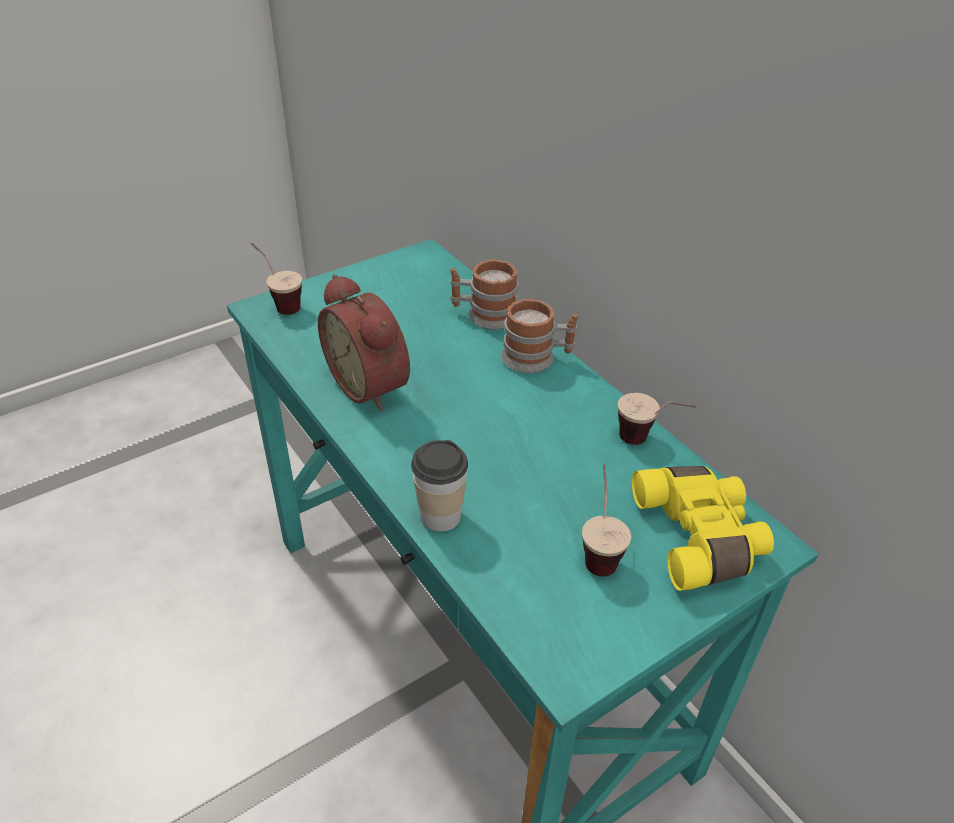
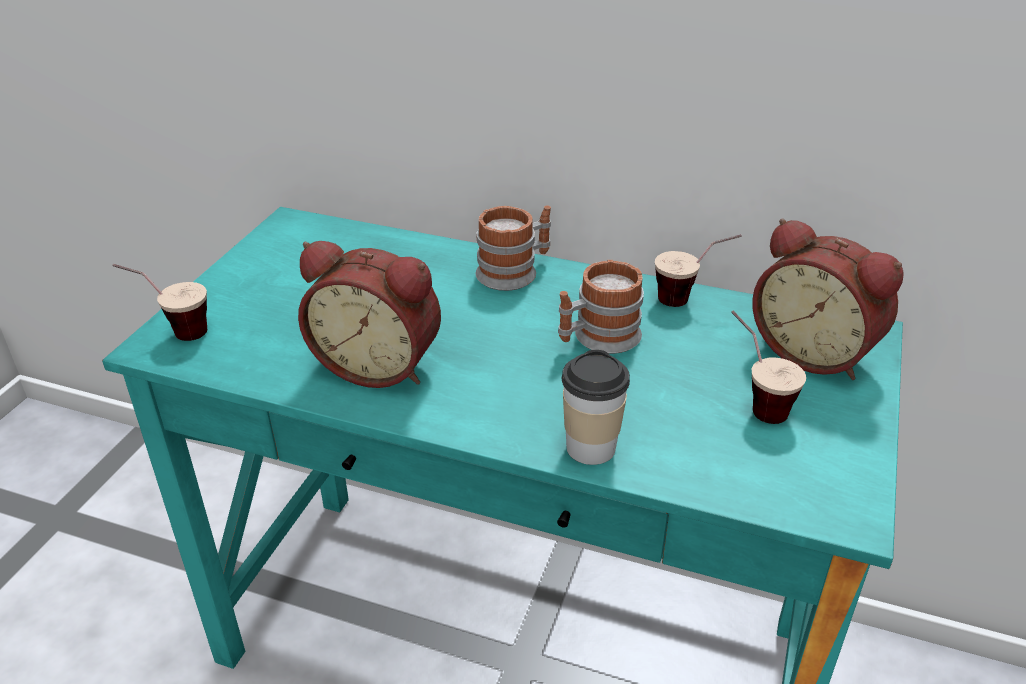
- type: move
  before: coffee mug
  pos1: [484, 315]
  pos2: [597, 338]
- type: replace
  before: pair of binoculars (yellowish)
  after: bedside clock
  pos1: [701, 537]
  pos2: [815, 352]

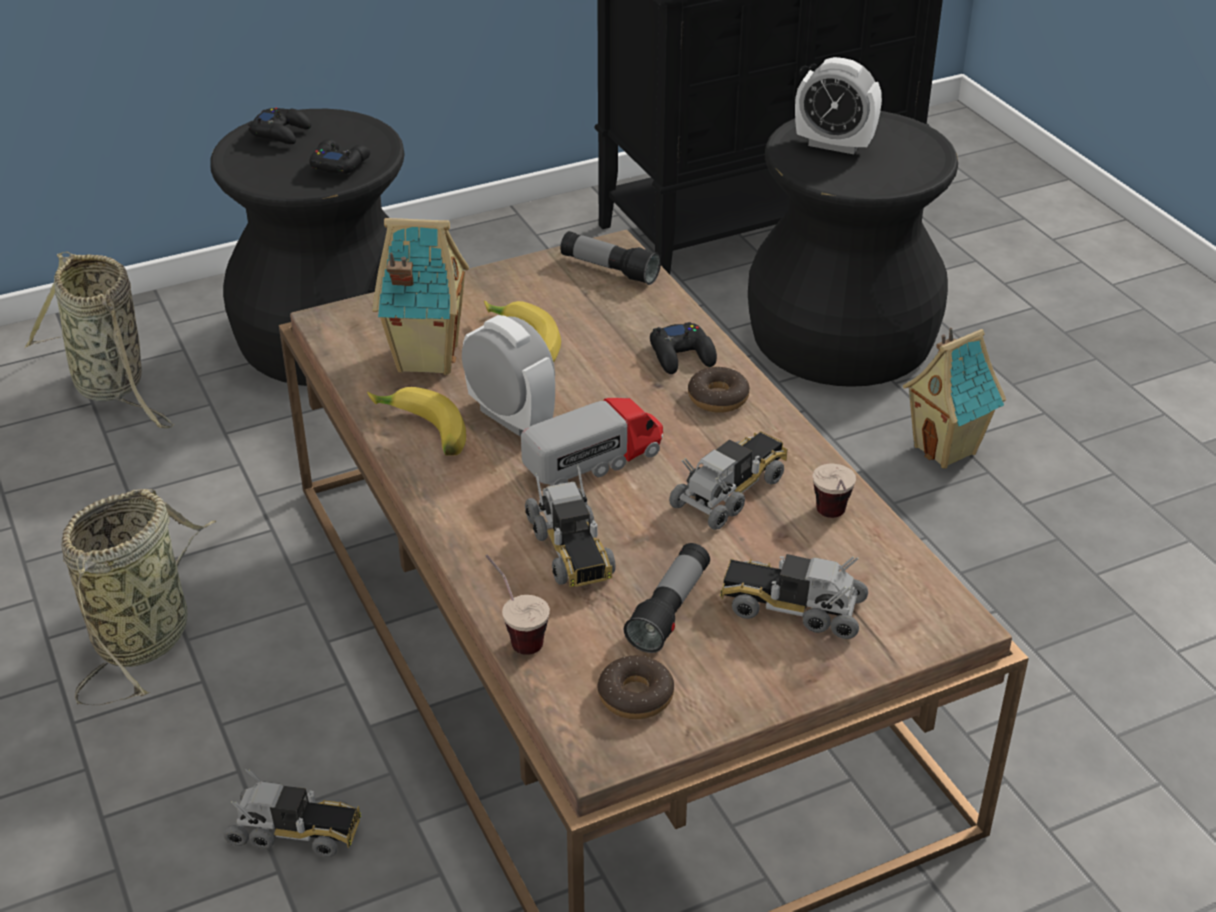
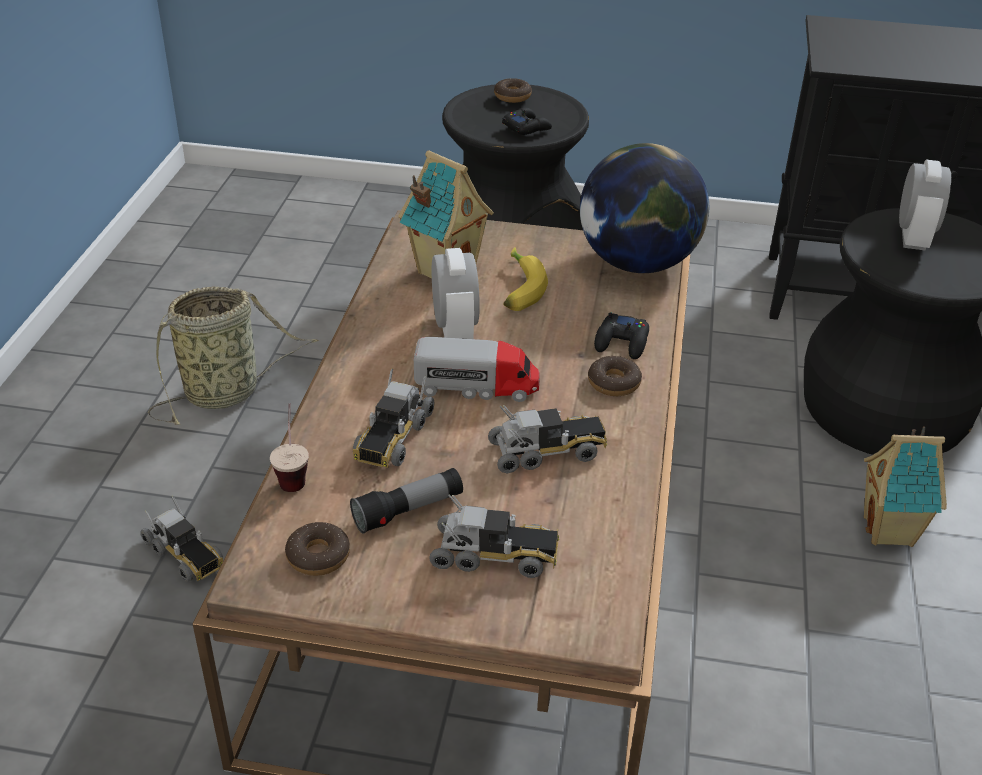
- type: delete
  before: household basket
  pos1: [112, 387]
- type: delete
  before: whole banana
  pos1: [420, 433]
- type: delete
  before: cup
  pos1: [833, 521]
- type: replace
  before: game controller (blackish)
  after: donut
  pos1: [281, 132]
  pos2: [512, 96]
- type: replace
  before: hand torch
  after: globe
  pos1: [609, 269]
  pos2: [637, 263]
- type: rotate
  before: toy truck
  pos1: [792, 608]
  pos2: [494, 555]
  turn: 135
- type: rotate
  before: bedside clock
  pos1: [834, 144]
  pos2: [913, 238]
  turn: -135

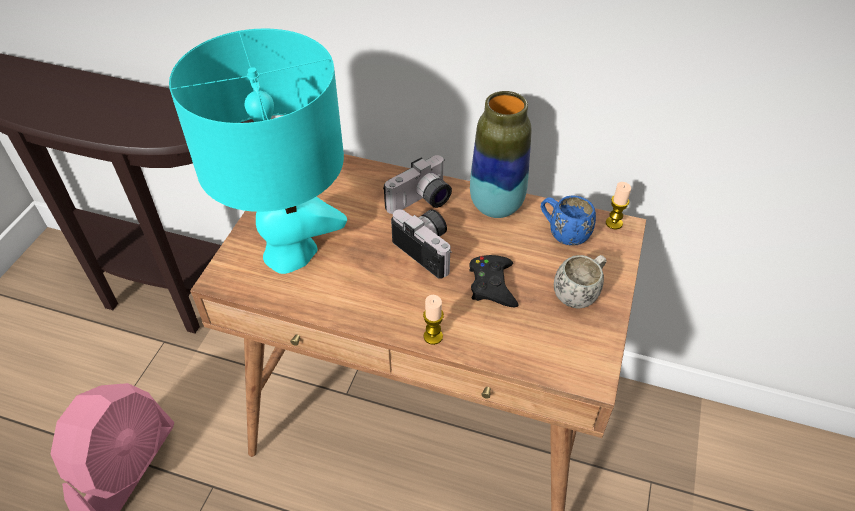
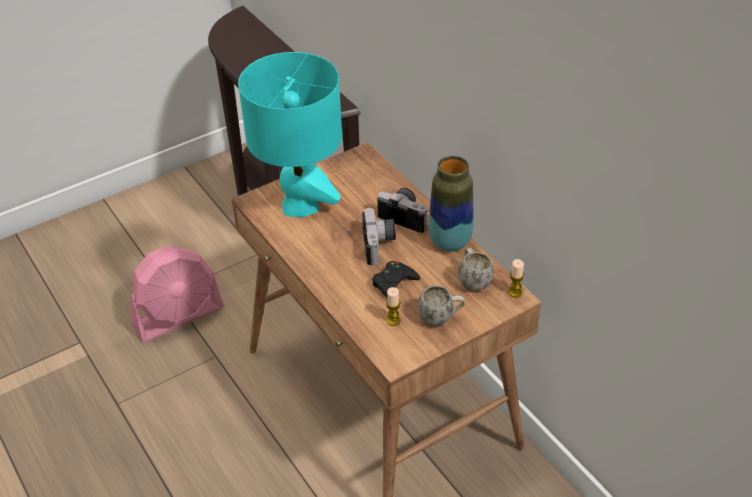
- type: move
  before: candle
  pos1: [433, 336]
  pos2: [393, 320]
- type: recolor
  before: coffee mug (bluish)
  after: coffee mug (white-coloured)
  pos1: [562, 234]
  pos2: [472, 280]
- type: rotate
  before: photo camera
  pos1: [421, 202]
  pos2: [406, 216]
  turn: -150

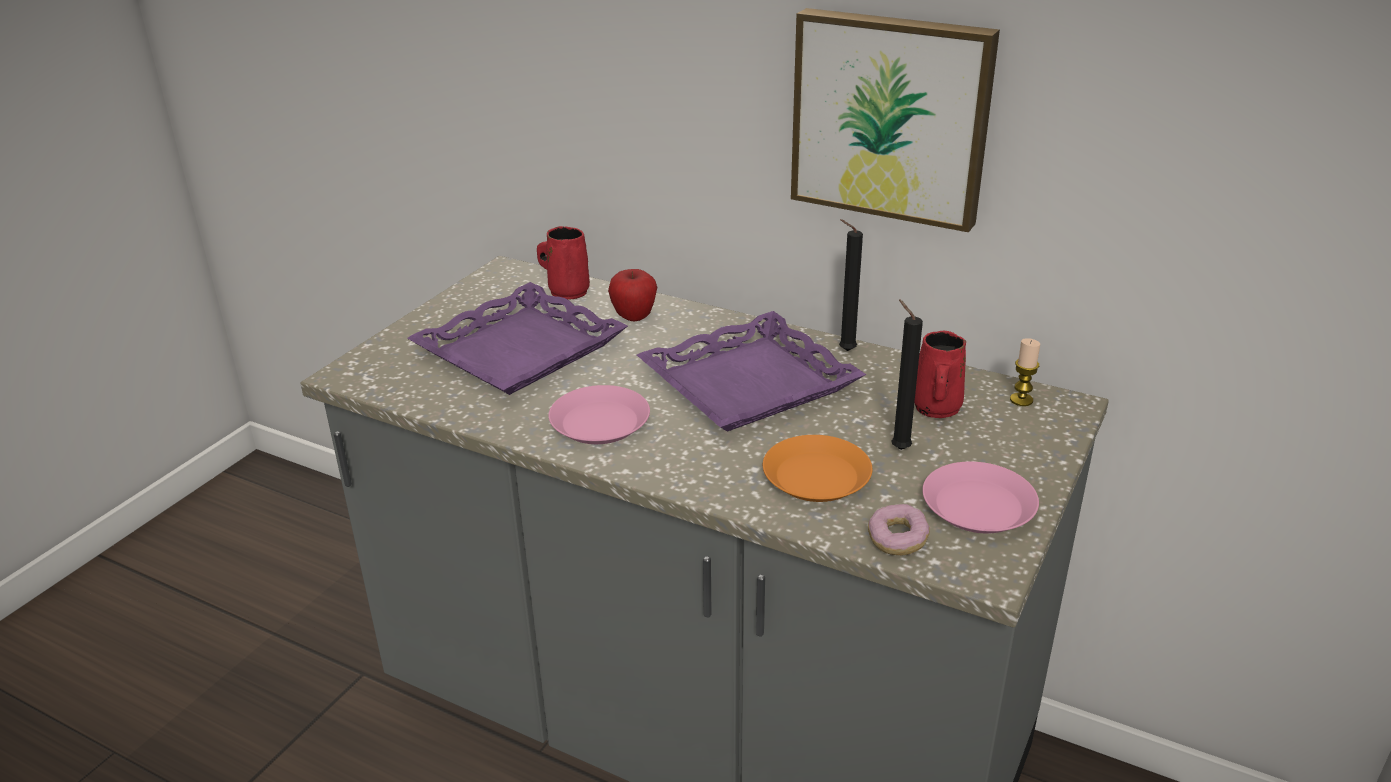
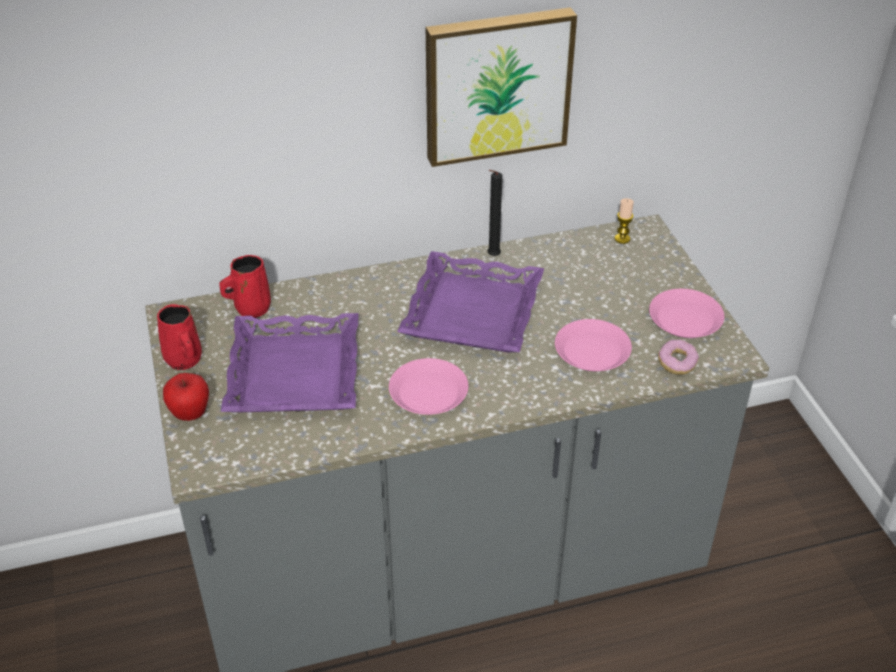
- type: delete
  before: candle (blackish)
  pos1: [898, 448]
- type: move
  before: apple
  pos1: [634, 318]
  pos2: [190, 414]
- type: move
  before: coffee mug (red)
  pos1: [936, 409]
  pos2: [184, 360]
- type: recolor
  before: flat dish (orange-coloured)
  after: flat dish (pinkish)
  pos1: [816, 477]
  pos2: [592, 352]

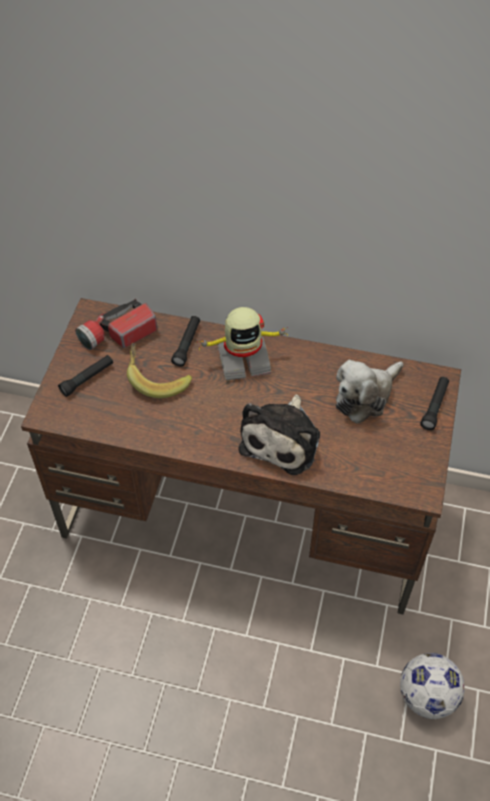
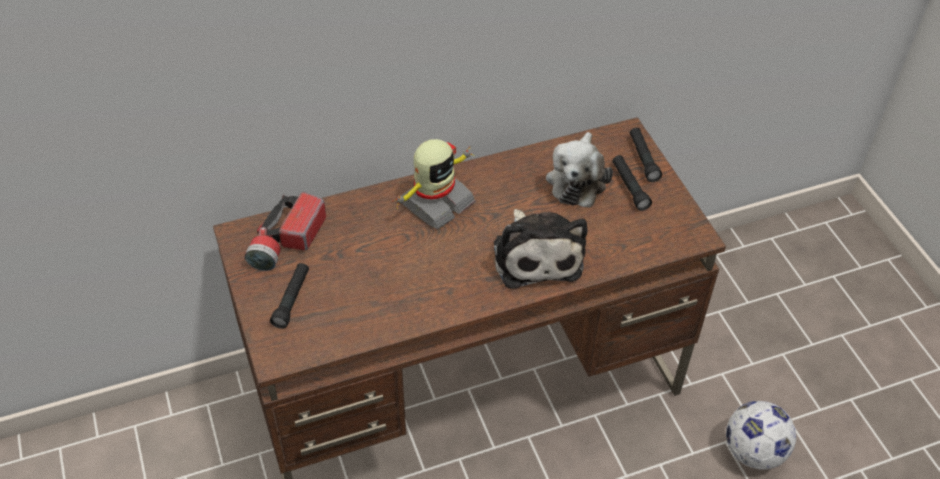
- type: delete
  before: whole banana
  pos1: [157, 378]
- type: move
  before: hand torch (blackish)
  pos1: [187, 344]
  pos2: [629, 187]

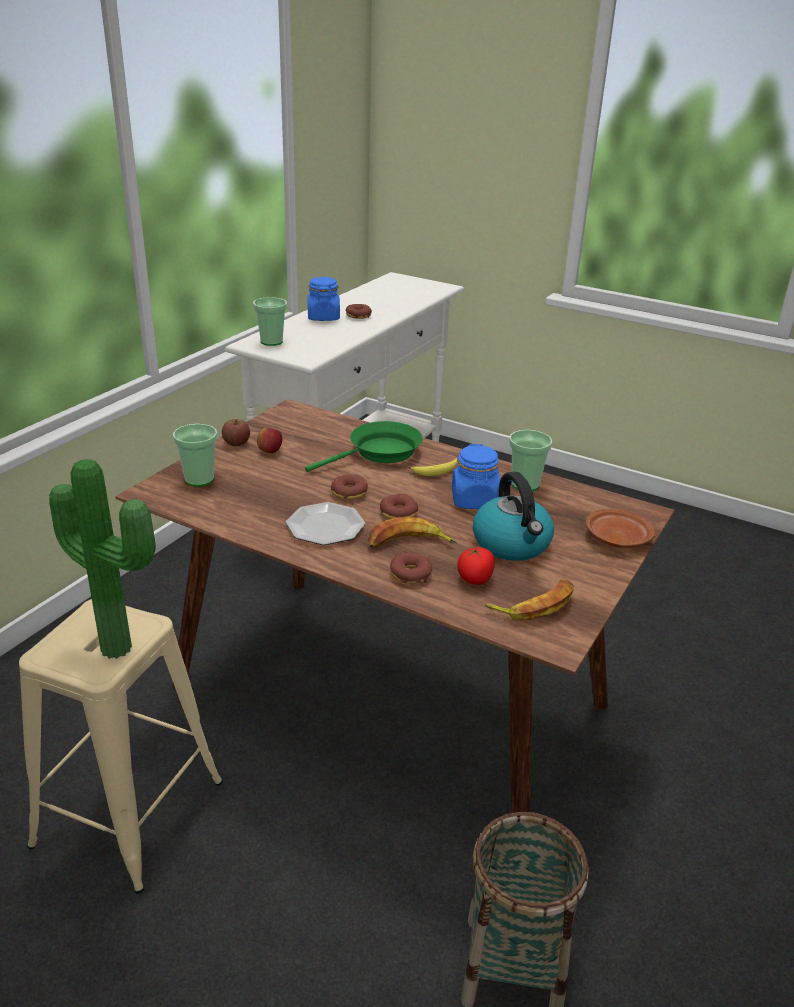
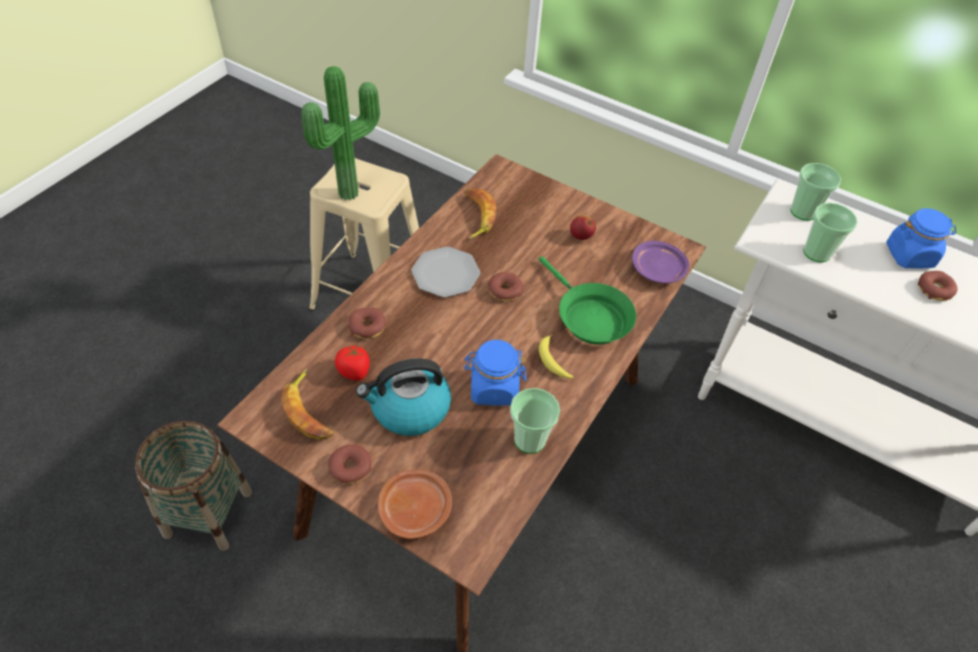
- type: delete
  before: apple
  pos1: [236, 443]
- type: insert
  after: flat dish (purplish)
  pos2: [658, 270]
- type: move
  before: cup
  pos1: [199, 479]
  pos2: [816, 252]
- type: move
  before: whole banana
  pos1: [408, 543]
  pos2: [476, 216]
- type: move
  before: donut
  pos1: [398, 513]
  pos2: [350, 468]

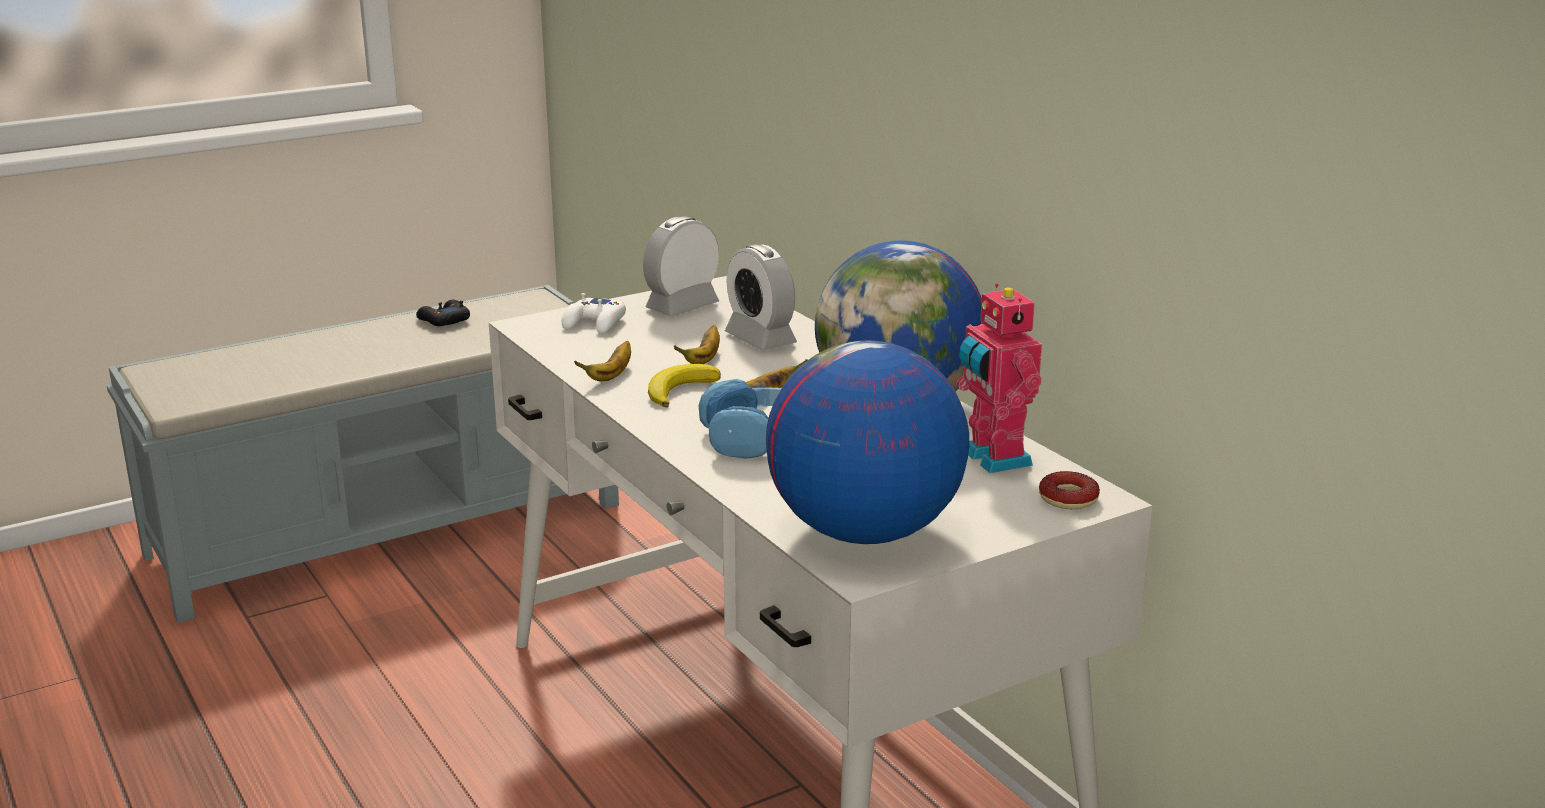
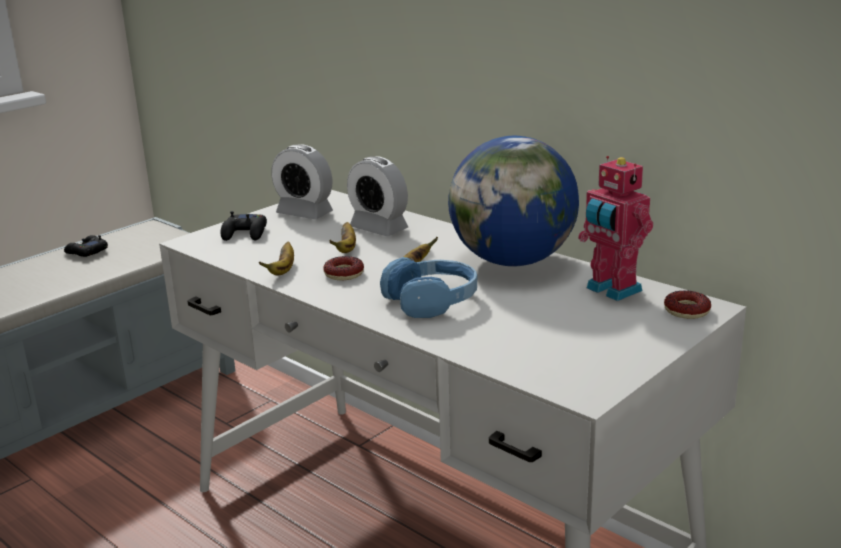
- type: delete
  before: globe
  pos1: [863, 532]
- type: replace
  before: whole banana
  after: donut
  pos1: [679, 390]
  pos2: [344, 274]
- type: recolor
  before: game controller (white-coloured)
  after: game controller (blackish)
  pos1: [595, 323]
  pos2: [245, 233]
- type: rotate
  before: bedside clock
  pos1: [682, 306]
  pos2: [304, 213]
  turn: -90

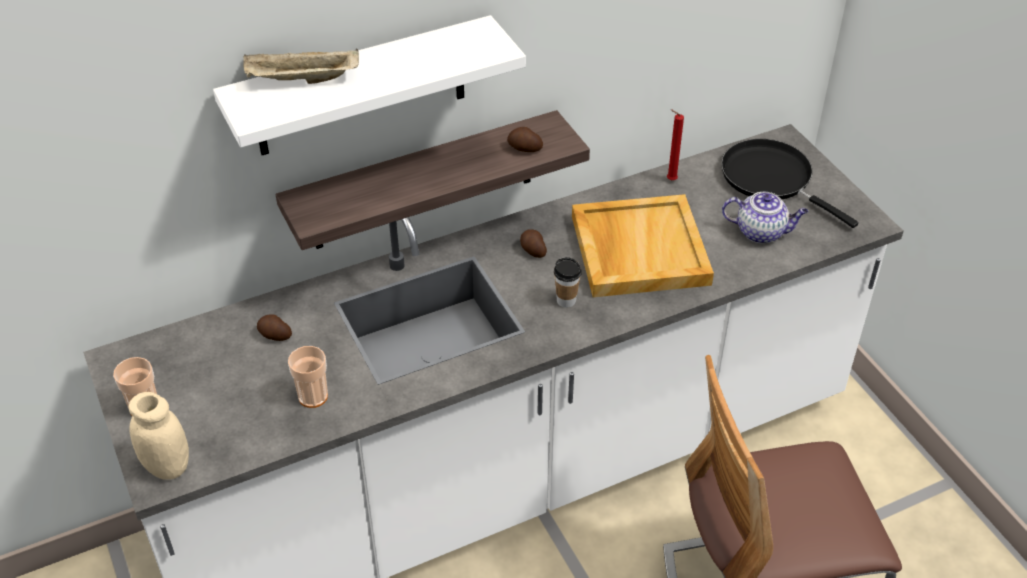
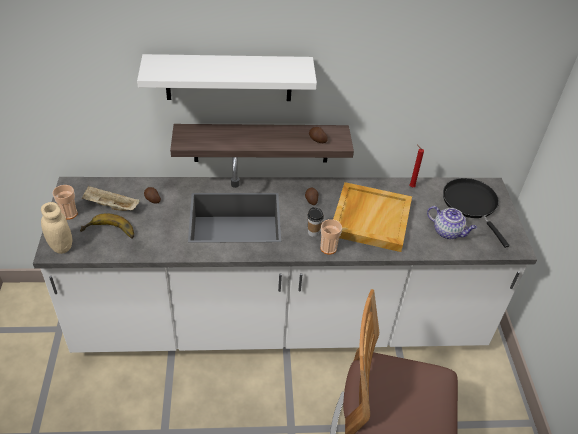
- type: insert
  after: whole banana
  pos2: [109, 233]
- type: move
  before: tray (beige)
  pos1: [301, 80]
  pos2: [110, 206]
- type: move
  before: cup
  pos1: [313, 396]
  pos2: [328, 248]

